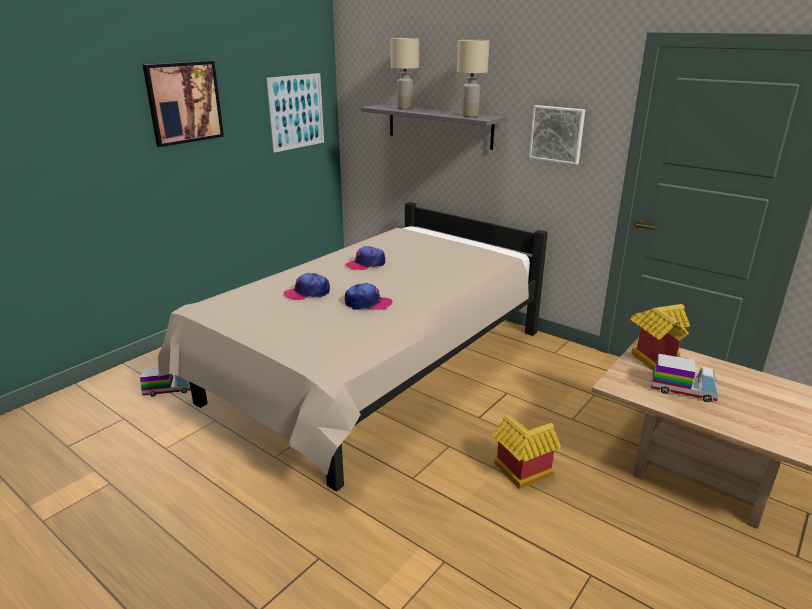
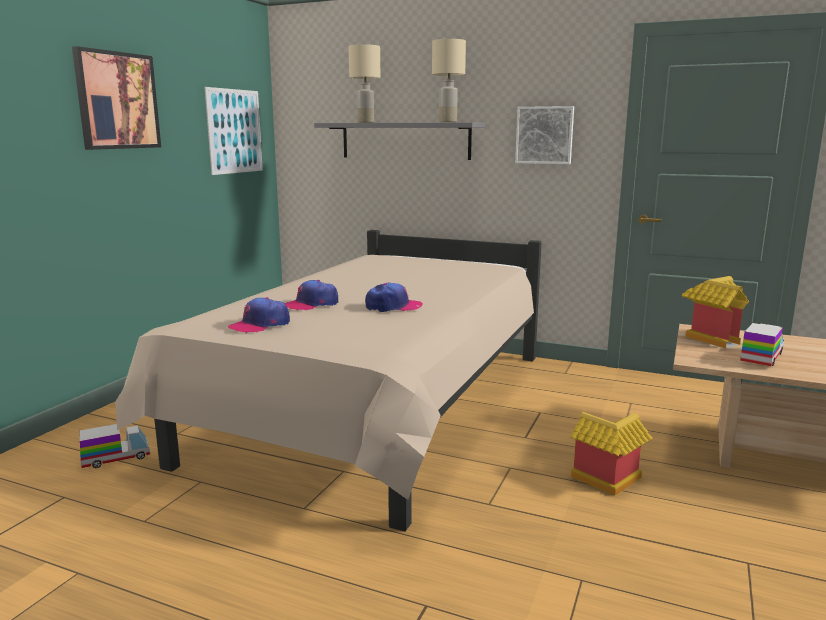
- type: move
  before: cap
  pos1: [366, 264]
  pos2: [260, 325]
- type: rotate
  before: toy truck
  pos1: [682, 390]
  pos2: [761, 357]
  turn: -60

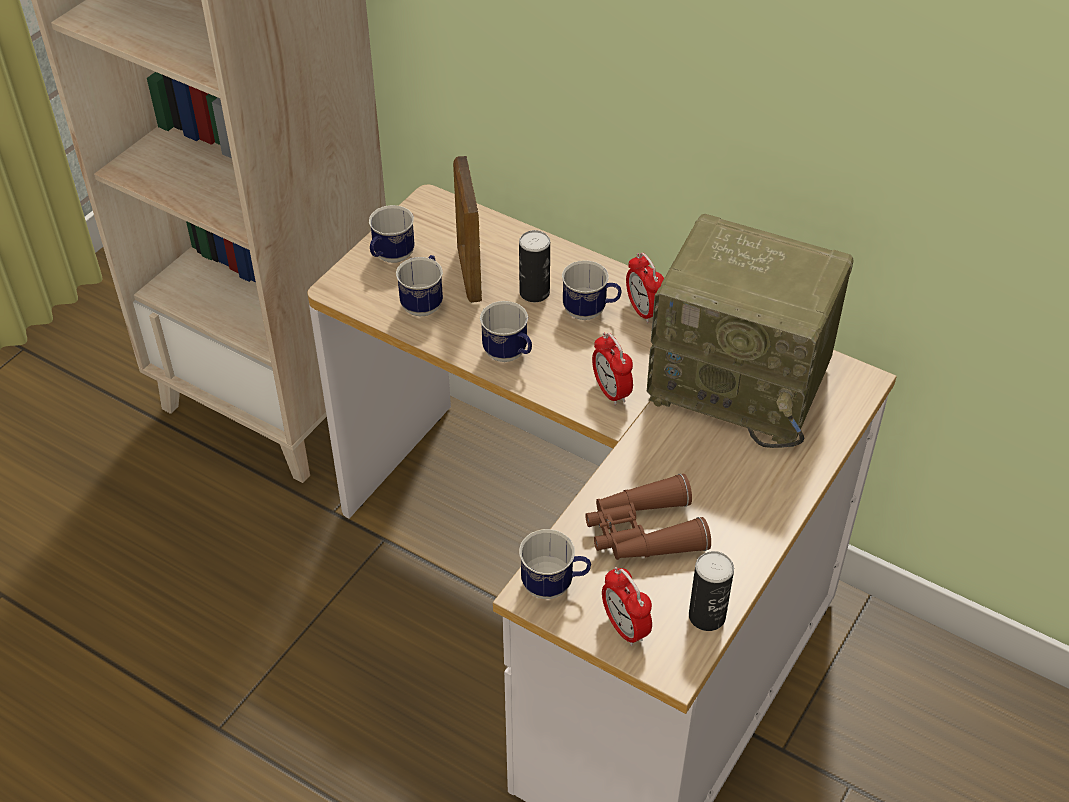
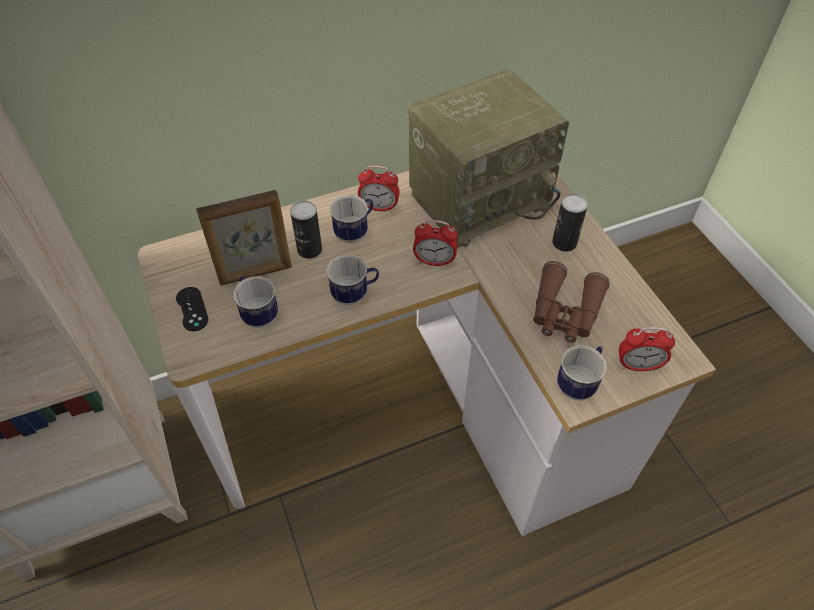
- type: move
  before: metal can
  pos1: [707, 616]
  pos2: [564, 243]
- type: replace
  before: coffee mug
  after: game controller (blackish)
  pos1: [390, 258]
  pos2: [192, 309]
- type: rotate
  before: photo frame
  pos1: [469, 274]
  pos2: [256, 273]
  turn: -45

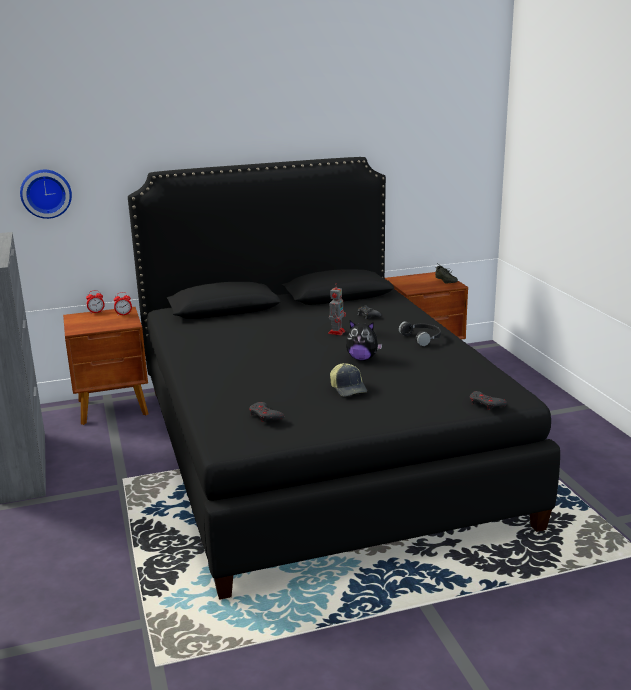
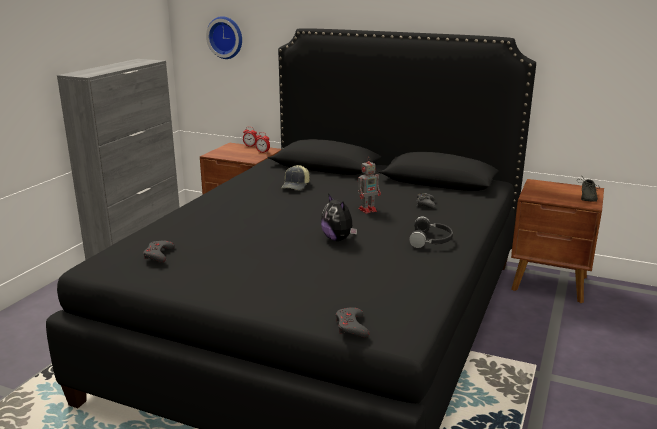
- type: move
  before: cap
  pos1: [348, 388]
  pos2: [296, 186]

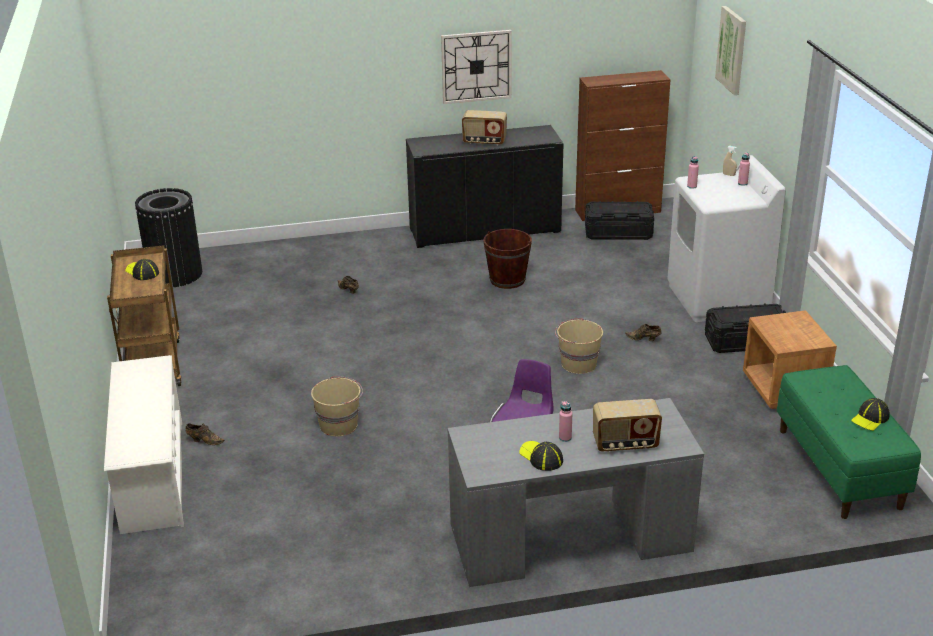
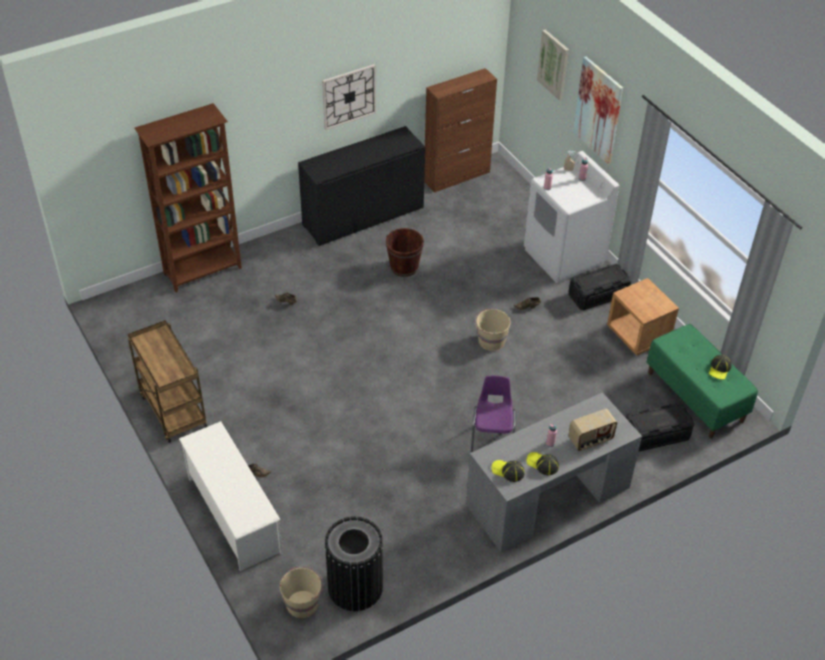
- type: delete
  before: radio
  pos1: [484, 141]
- type: insert
  after: shelving unit (brown)
  pos2: [203, 271]
- type: insert
  after: wall art
  pos2: [598, 110]
- type: move
  before: cap
  pos1: [142, 272]
  pos2: [508, 471]
- type: move
  before: waste bin (blackish)
  pos1: [175, 274]
  pos2: [355, 587]
- type: move
  before: pail (beige)
  pos1: [339, 424]
  pos2: [302, 603]
- type: move
  before: storage container (blackish)
  pos1: [618, 232]
  pos2: [655, 435]

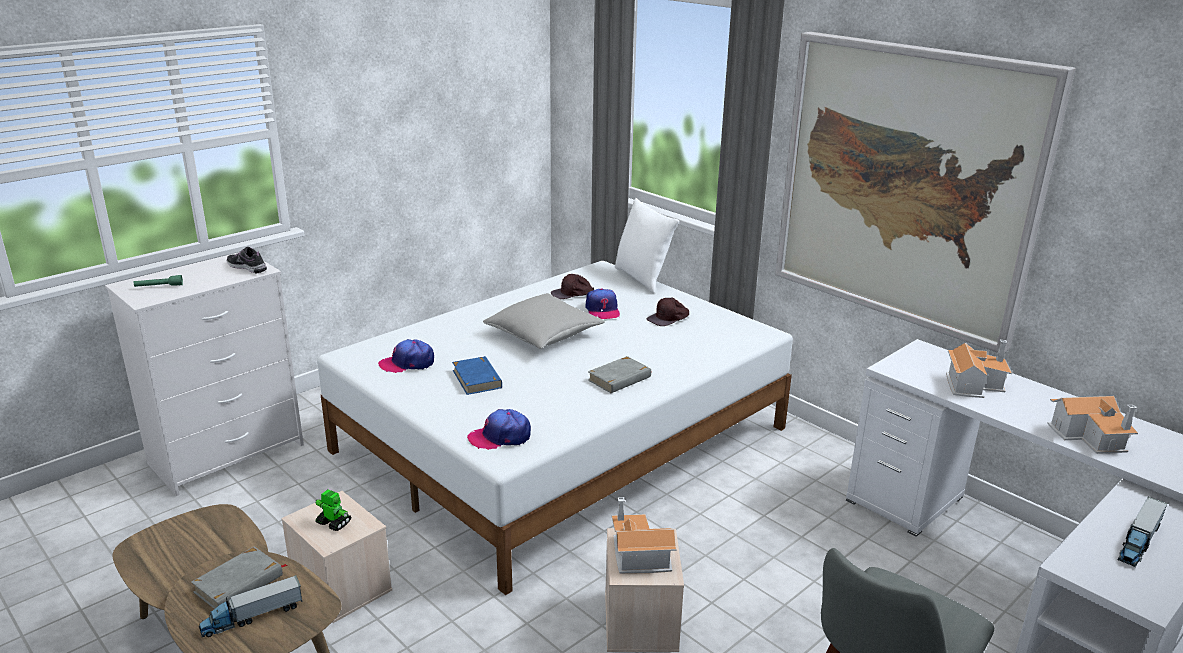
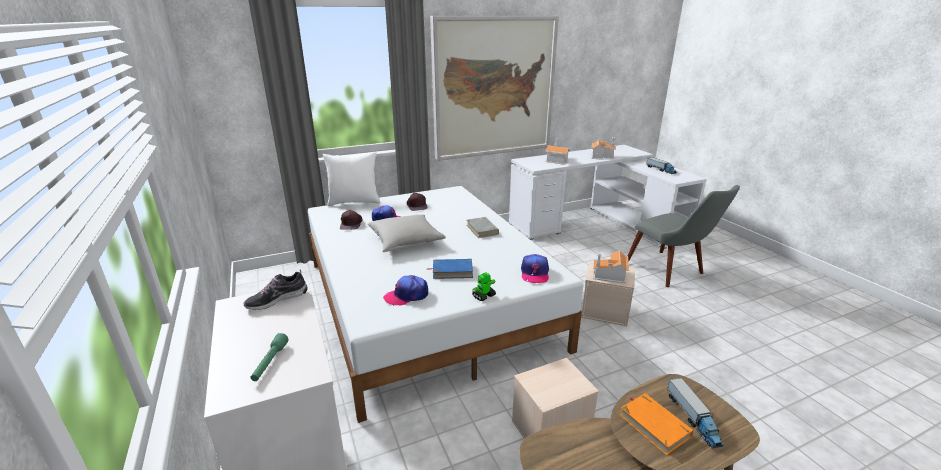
- type: move
  before: robot figure
  pos1: [333, 523]
  pos2: [483, 296]
- type: recolor
  before: bound book (greyish)
  after: bound book (orange-coloured)
  pos1: [239, 584]
  pos2: [654, 425]
- type: rotate
  before: cap
  pos1: [407, 363]
  pos2: [406, 295]
  turn: 60

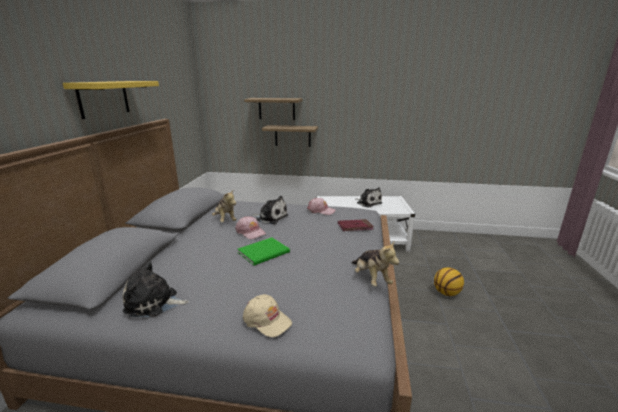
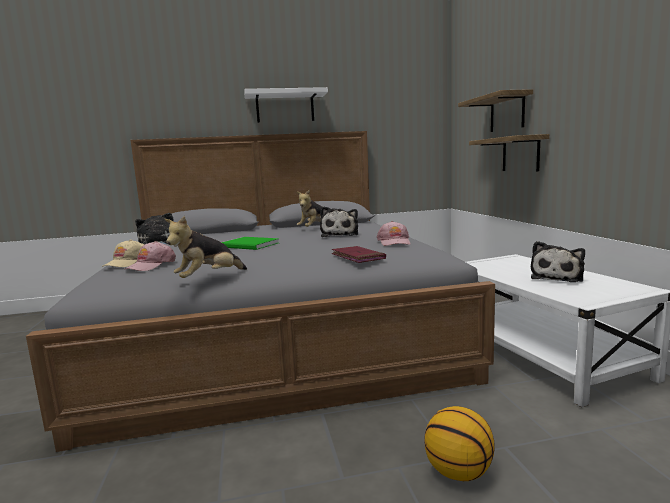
- type: move
  before: cap (pinkish)
  pos1: [250, 232]
  pos2: [151, 265]
- type: recolor
  before: bracket shelf (yellowish)
  after: bracket shelf (white-coloured)
  pos1: [103, 98]
  pos2: [285, 107]

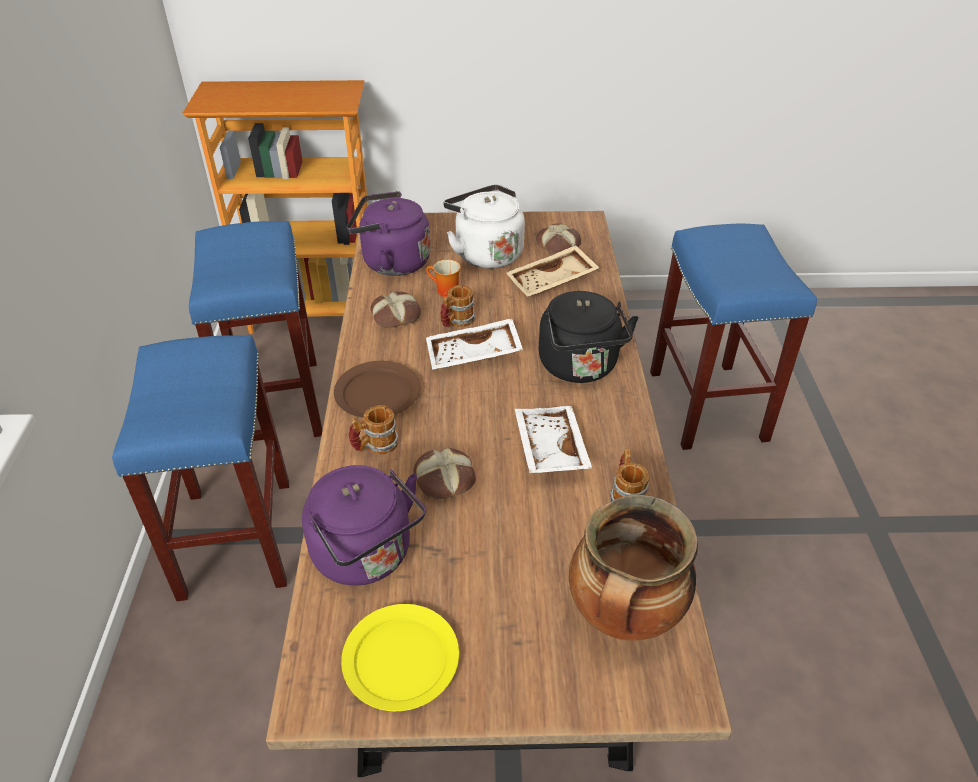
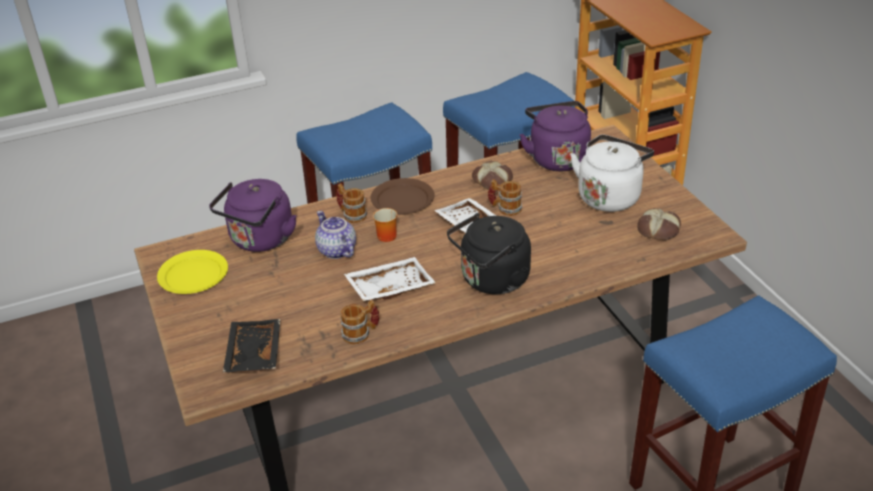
- type: delete
  before: tray (beige)
  pos1: [552, 281]
- type: move
  before: coffee mug
  pos1: [444, 291]
  pos2: [385, 234]
- type: replace
  before: baked bread
  after: tea pot
  pos1: [444, 480]
  pos2: [336, 251]
- type: replace
  before: cooking pot
  after: tray (blackish)
  pos1: [624, 617]
  pos2: [252, 354]

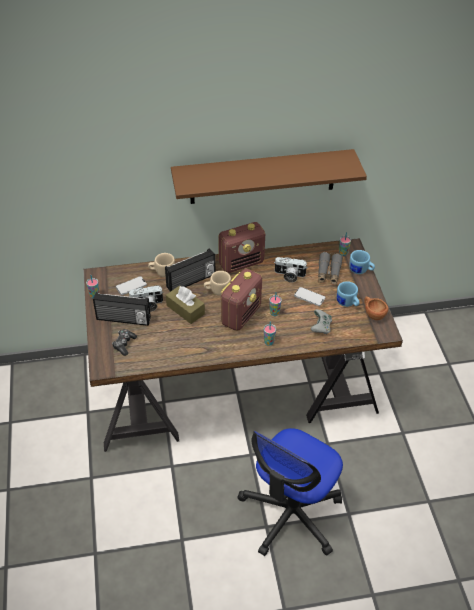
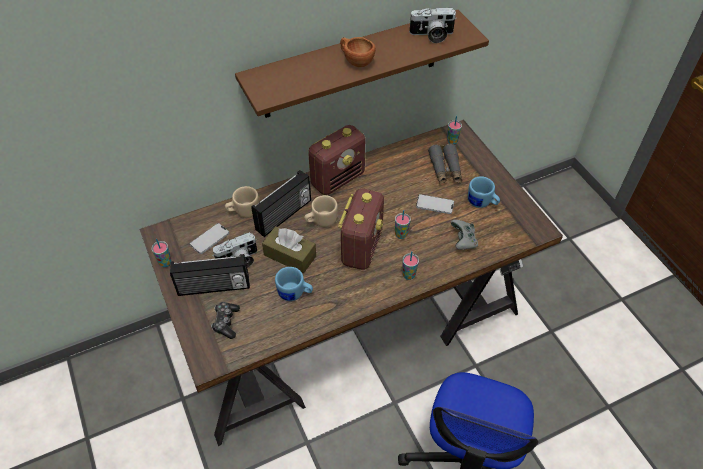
- type: move
  before: photo camera
  pos1: [289, 275]
  pos2: [431, 35]
- type: move
  before: coffee mug (bluish)
  pos1: [360, 270]
  pos2: [295, 293]
- type: move
  before: cup (brown)
  pos1: [372, 314]
  pos2: [355, 61]

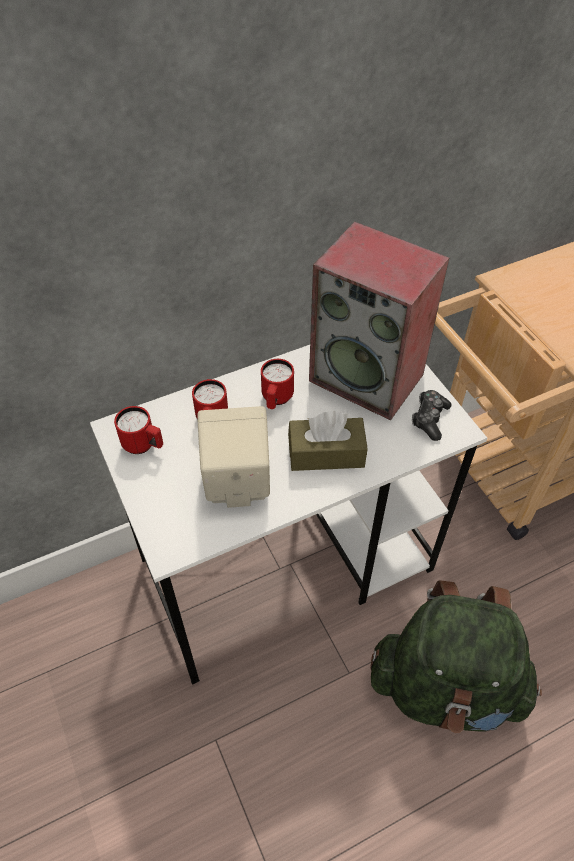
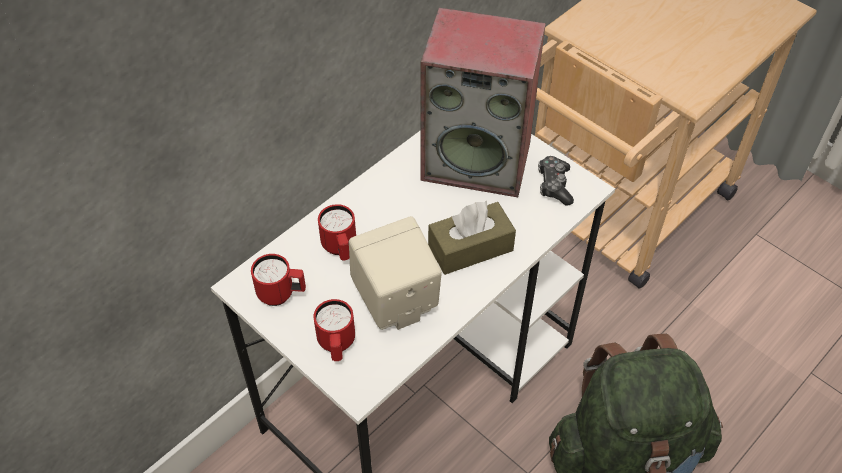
- type: move
  before: coffee mug (red)
  pos1: [276, 400]
  pos2: [336, 345]

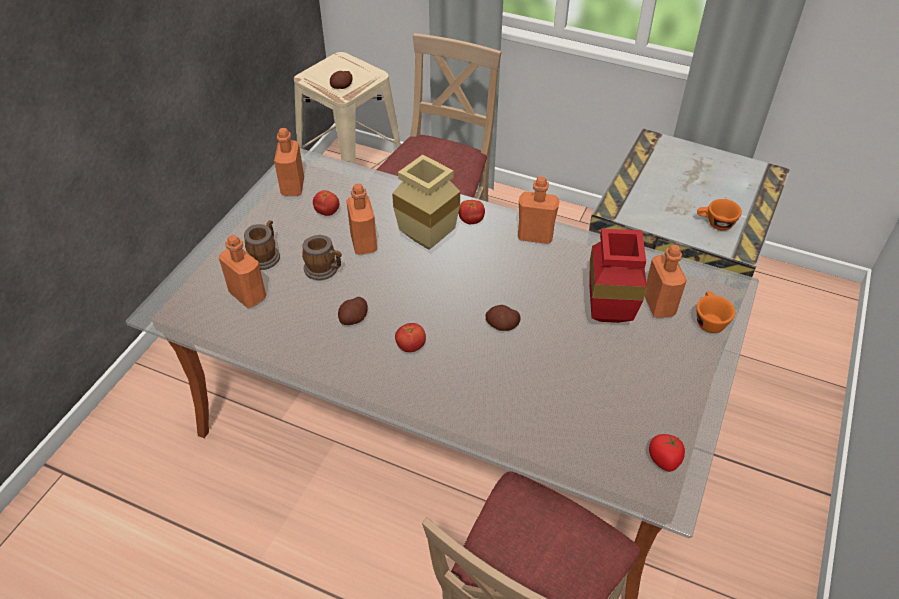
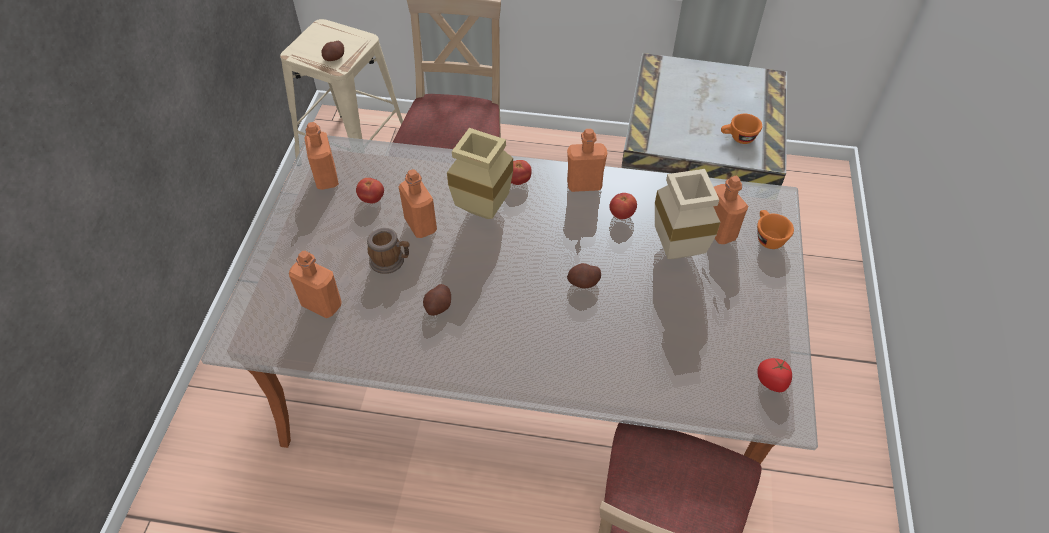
- type: delete
  before: coffee mug
  pos1: [265, 255]
- type: move
  before: fresh tomato
  pos1: [411, 346]
  pos2: [621, 214]
- type: recolor
  before: decorative vase (red)
  after: decorative vase (beige)
  pos1: [610, 317]
  pos2: [680, 252]

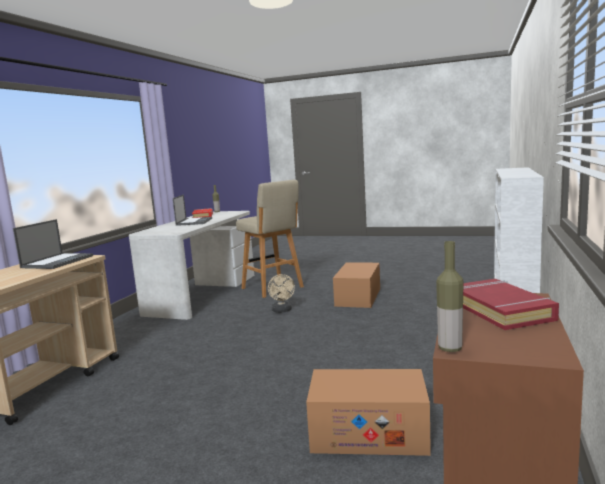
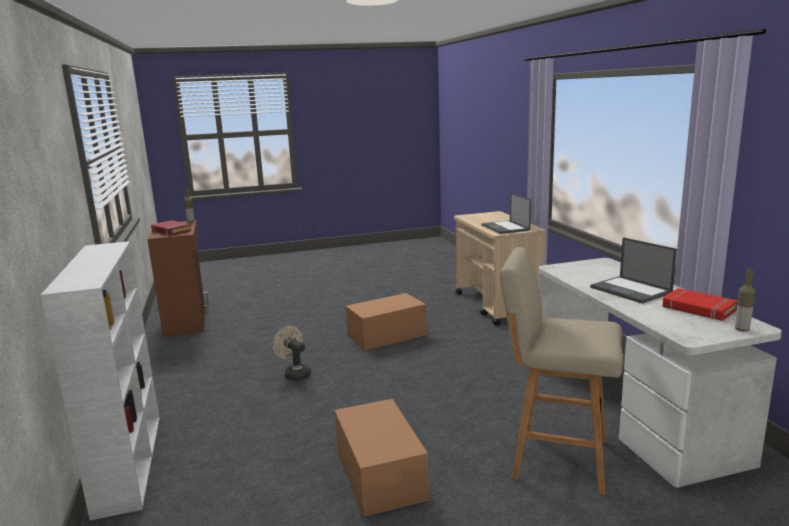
- type: move
  before: cooling fan (beige)
  pos1: [282, 311]
  pos2: [295, 374]
- type: move
  before: packing box
  pos1: [368, 433]
  pos2: [387, 335]

